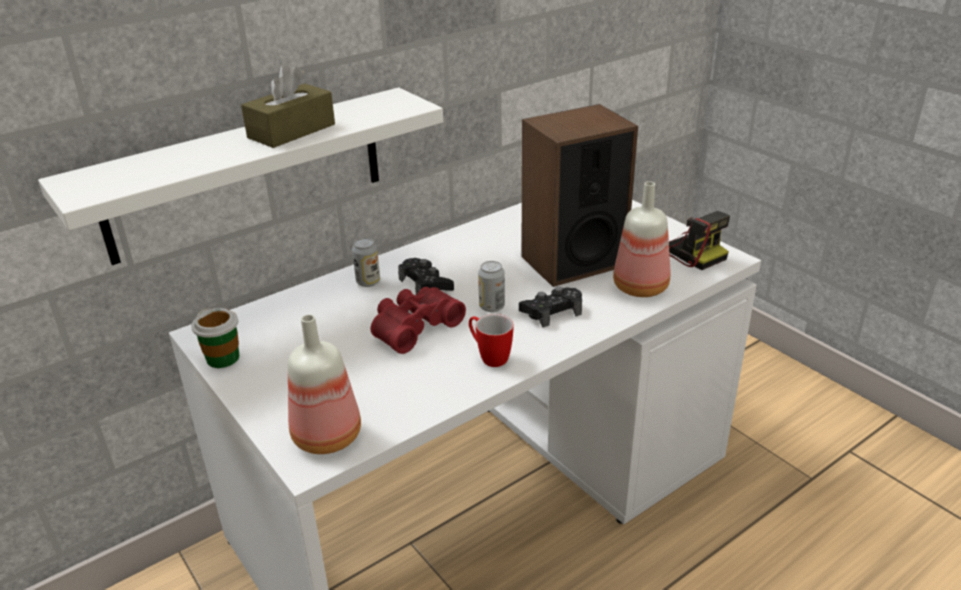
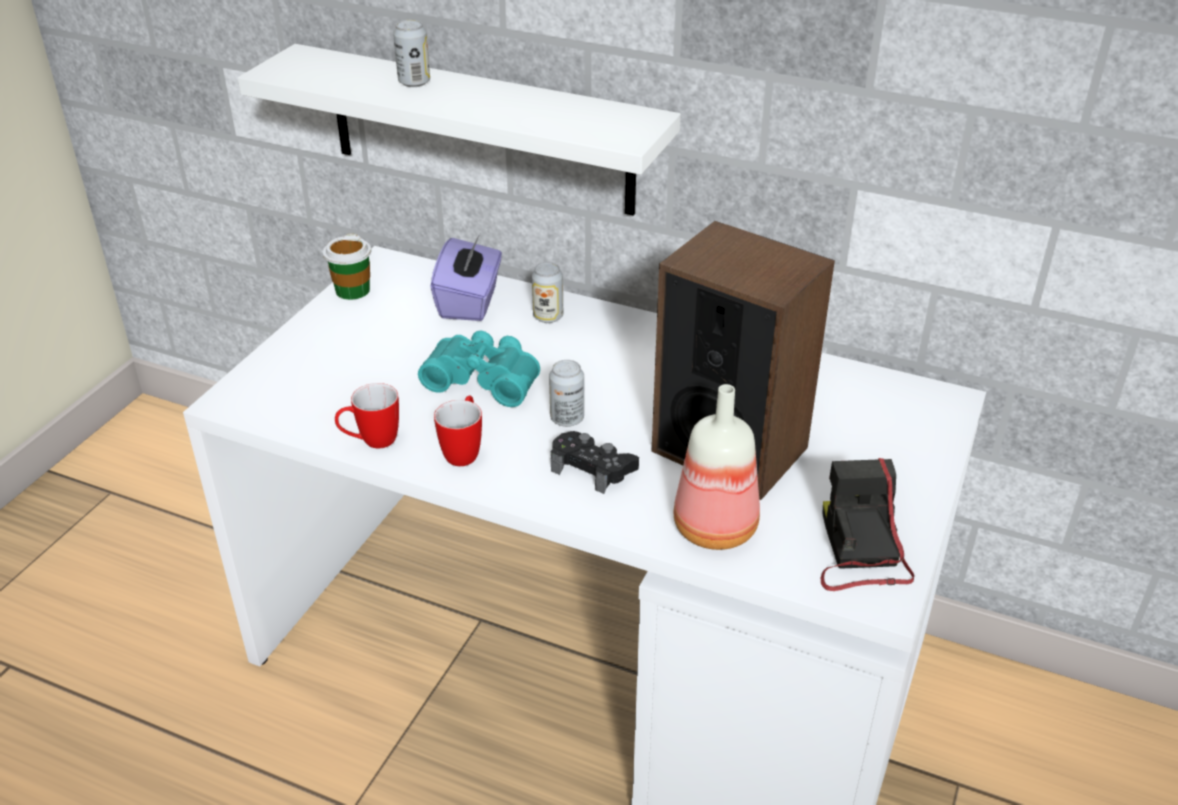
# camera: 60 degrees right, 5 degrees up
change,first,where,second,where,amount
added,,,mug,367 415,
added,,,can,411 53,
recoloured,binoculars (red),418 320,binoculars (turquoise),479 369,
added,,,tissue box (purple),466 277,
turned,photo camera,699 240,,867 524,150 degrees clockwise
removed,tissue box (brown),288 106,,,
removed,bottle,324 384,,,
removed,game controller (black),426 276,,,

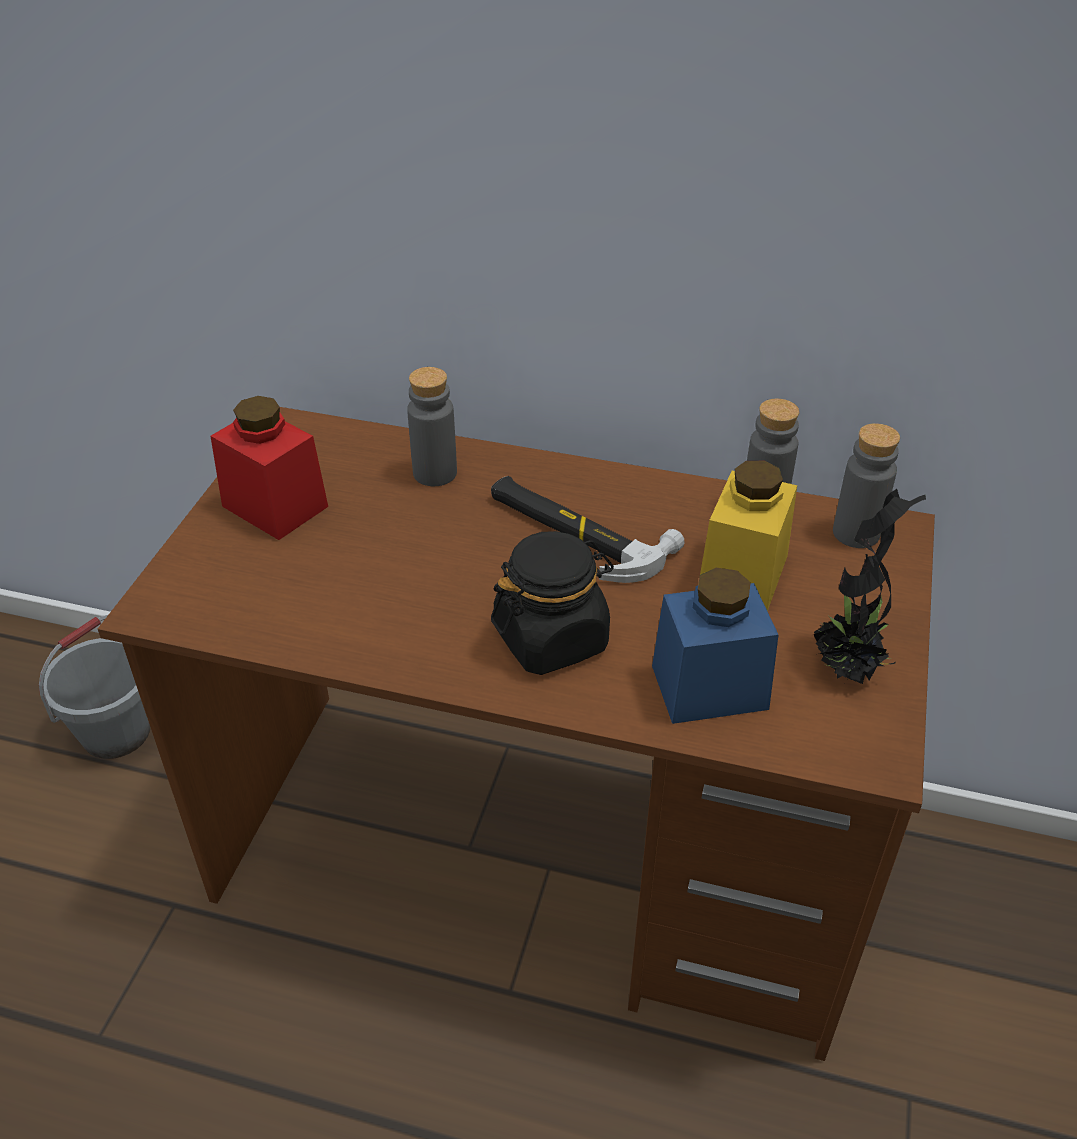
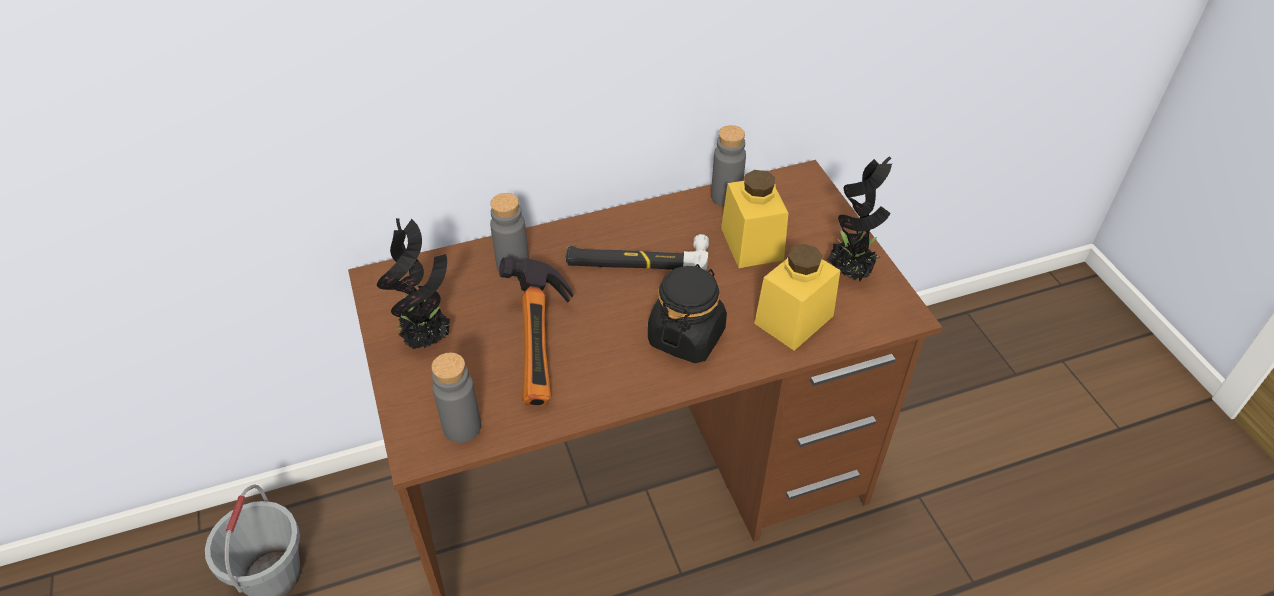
# camera: 35 degrees left, 5 degrees up
change,first,where,second,where,amount
replaced,jar (red),269 468,potted plant,413 283,
moved,bottle (grey),866 485,,456 398,
added,,,hammer,536 331,
recoloured,jar (blue),715 646,jar (yellow),797 297,

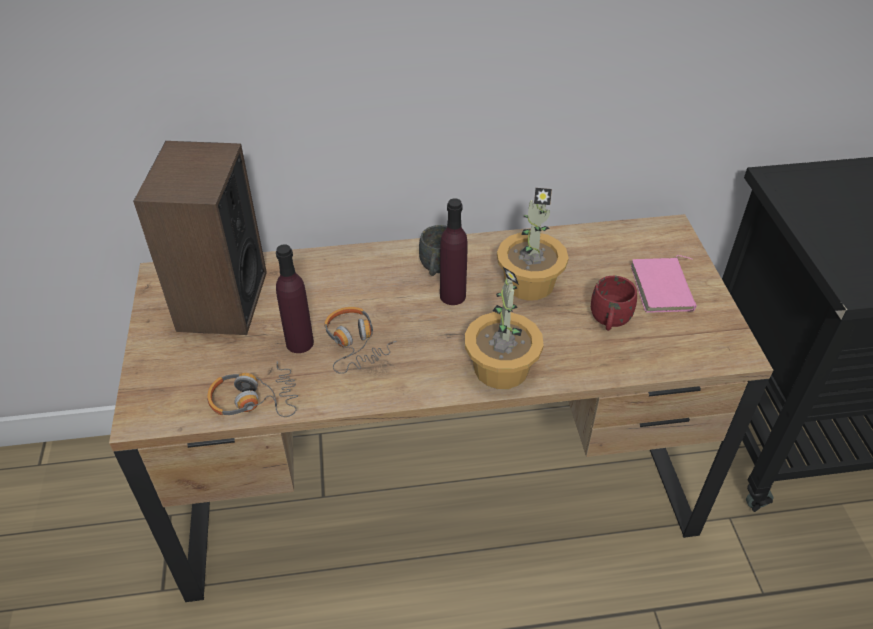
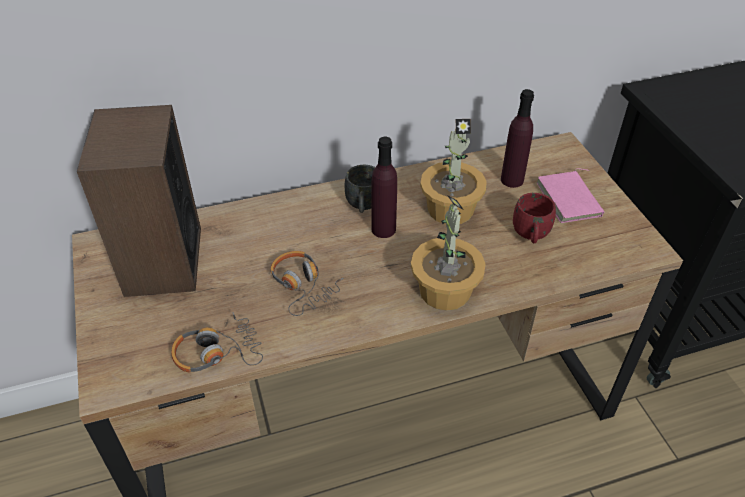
# camera: 10 degrees left, 0 degrees up
change,first,where,second,where,amount
moved,bottle (purple),295 298,,517 138,

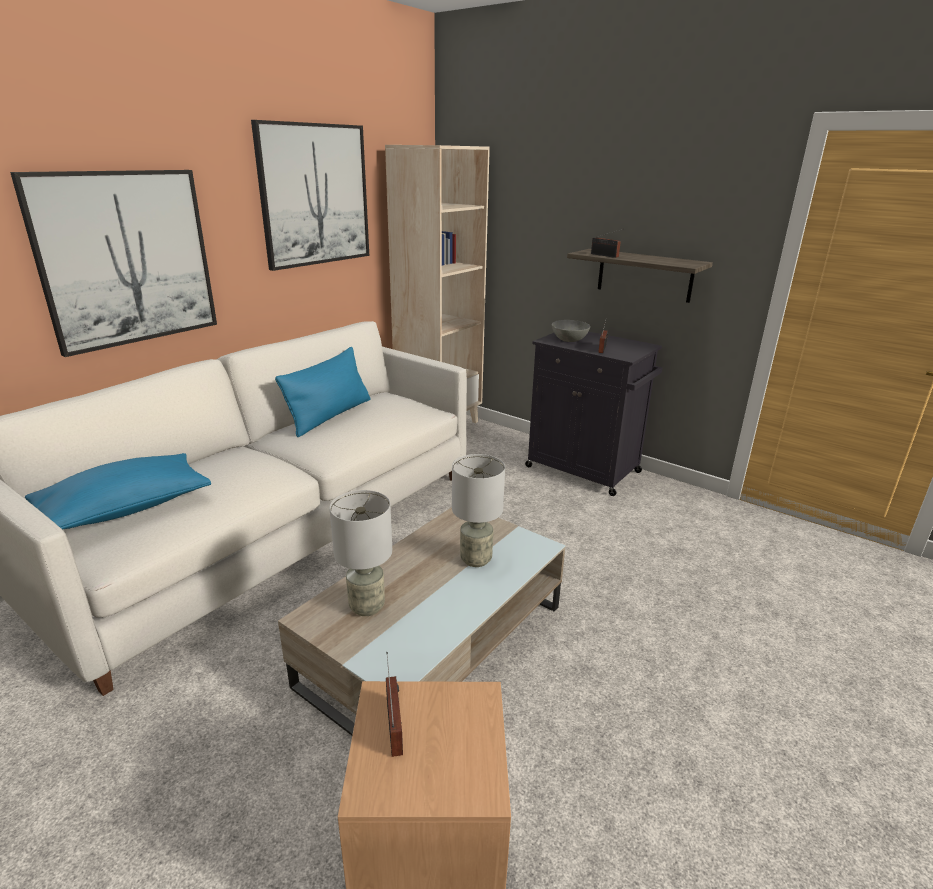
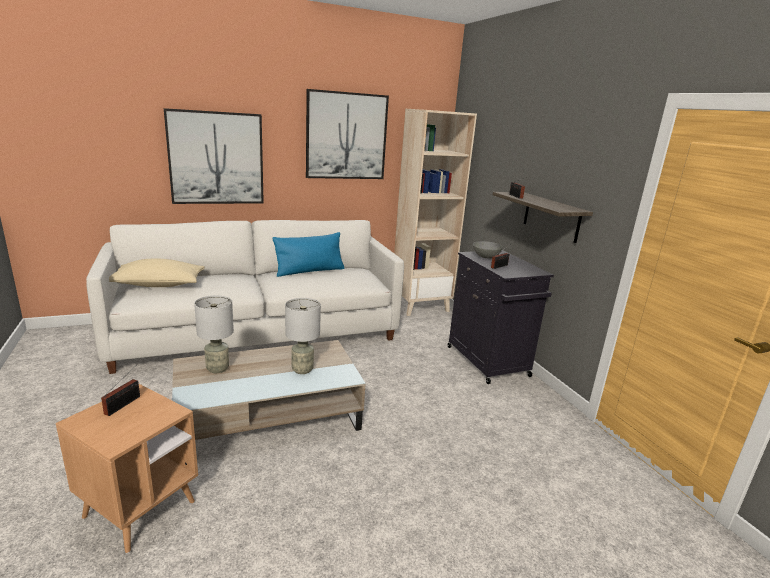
# camera: 30 degrees right, 5 degrees down
change,first,where,second,where,amount
recoloured,pillow (blue),118 491,pillow (beige),157 272,

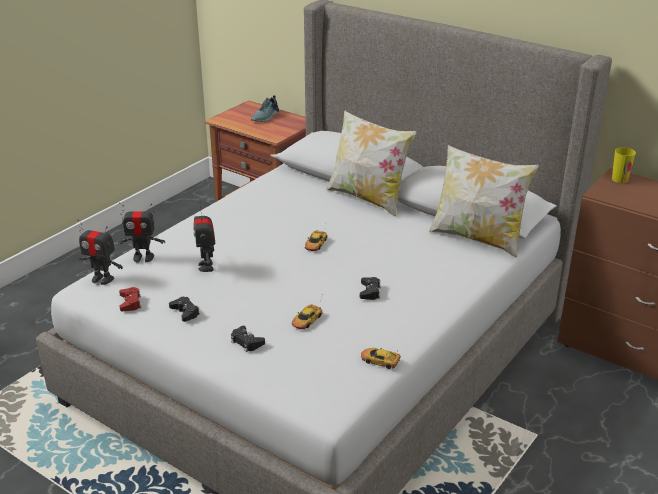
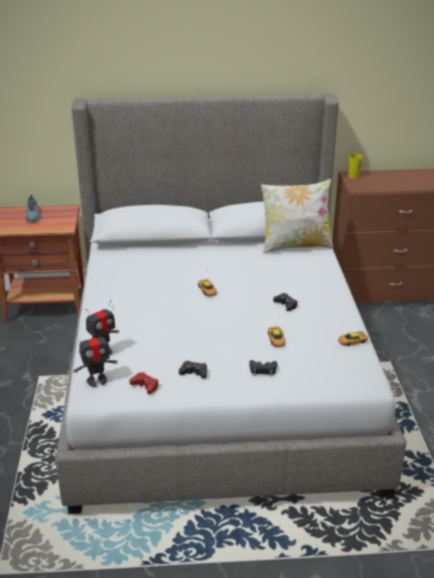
# camera: 40 degrees left, 0 degrees up
change,first,where,second,where,amount
removed,toy robot,204 237,,,
removed,pillow,371 163,,,

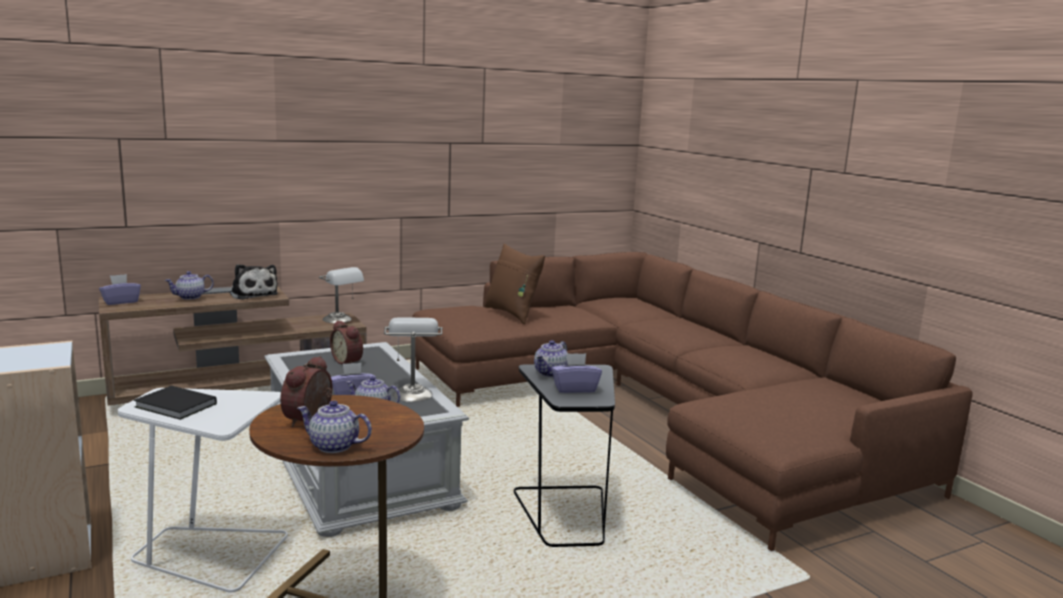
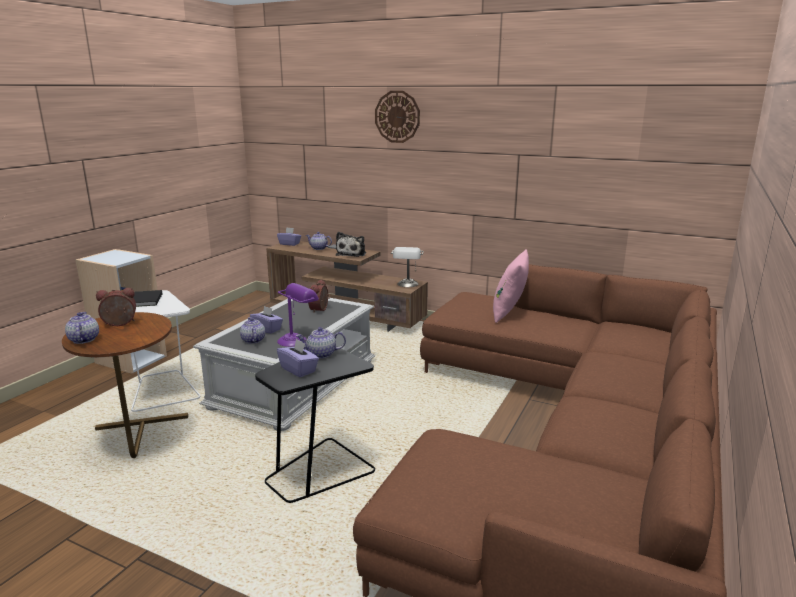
# camera: 55 degrees right, 5 degrees up
change,first,where,second,where,amount
recoloured,table lamp (white),413 360,table lamp (purple),298 315,
added,,,wall clock,397 117,
recoloured,pillow (brown),515 284,pillow (pink),511 286,

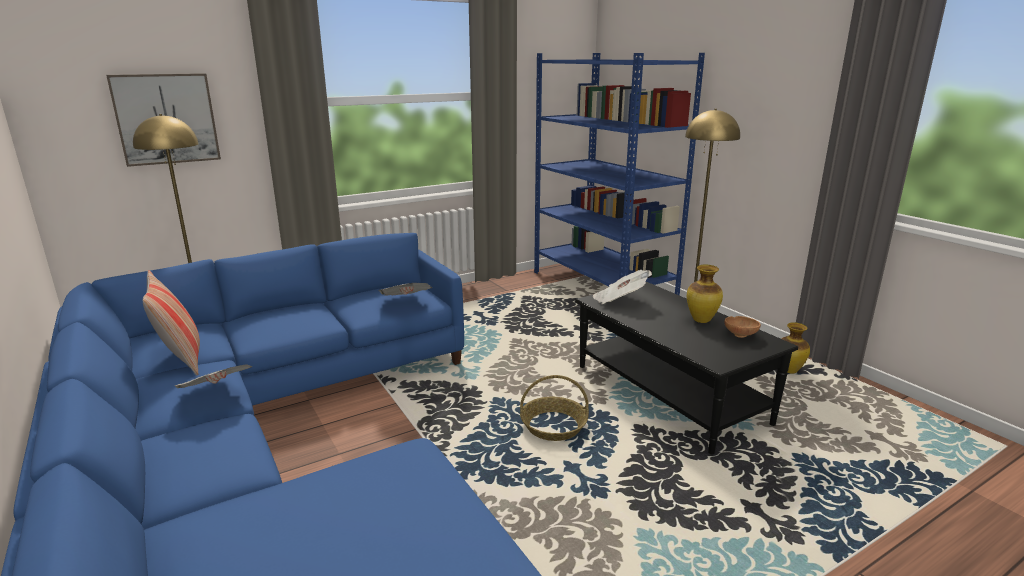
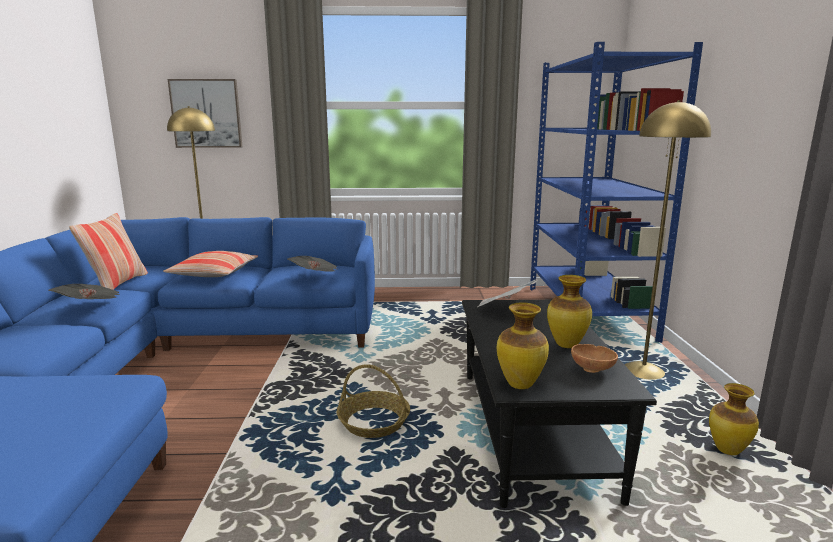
# camera: 30 degrees right, 5 degrees down
change,first,where,second,where,amount
added,,,pillow,210 264,
added,,,vase,523 345,

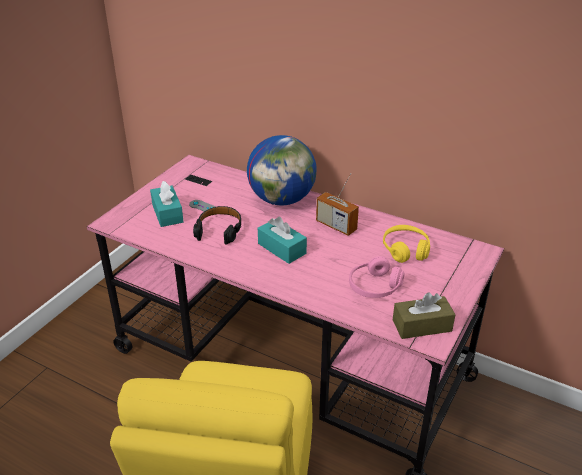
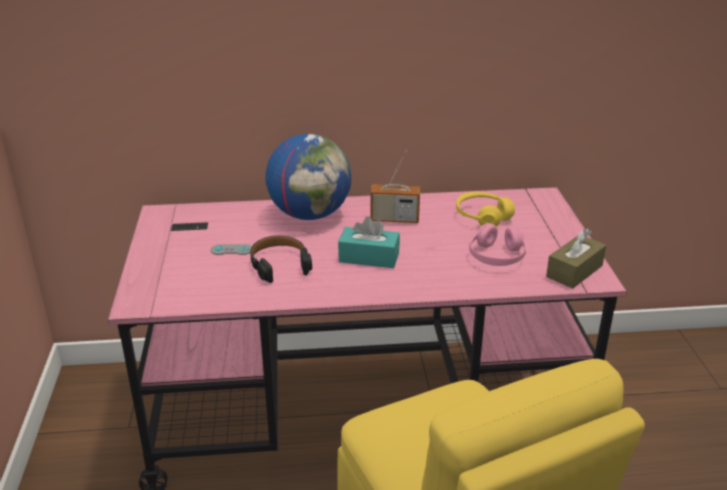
# camera: 35 degrees left, 5 degrees down
change,first,where,second,where,amount
removed,tissue box (turquoise),167 204,,,

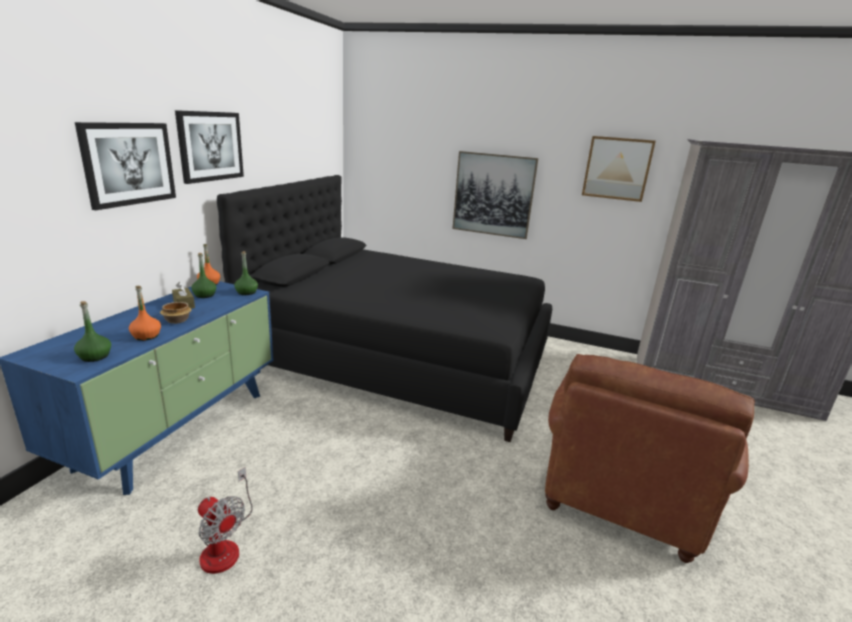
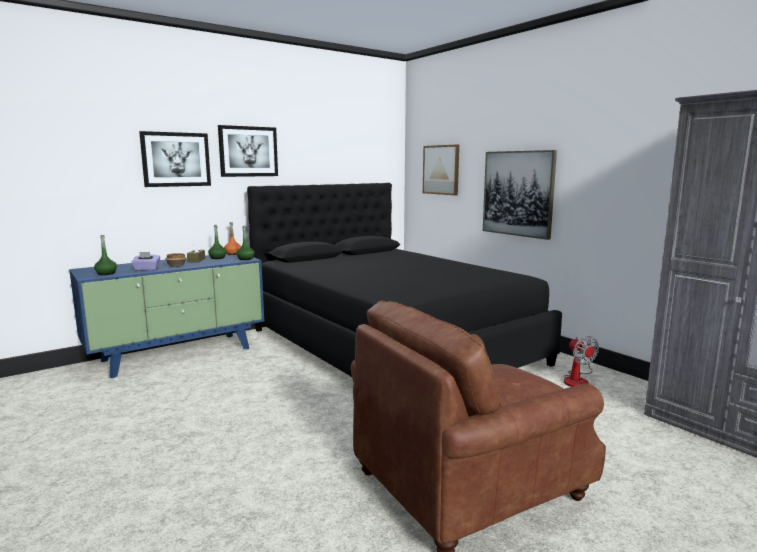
# camera: 35 degrees right, 10 degrees down
change,first,where,second,where,amount
replaced,bottle (orange),145 313,tissue box (purple),146 261,
moved,picture,619 169,,441 170,
moved,fan,225 520,,581 361,

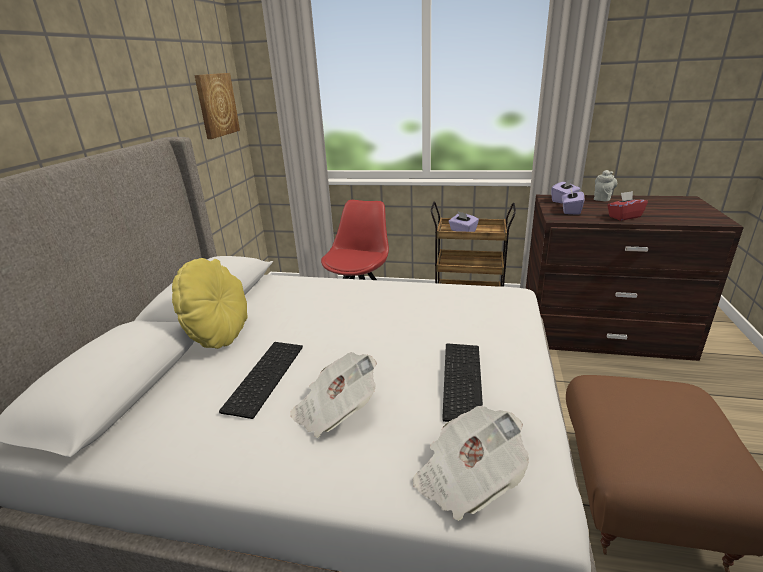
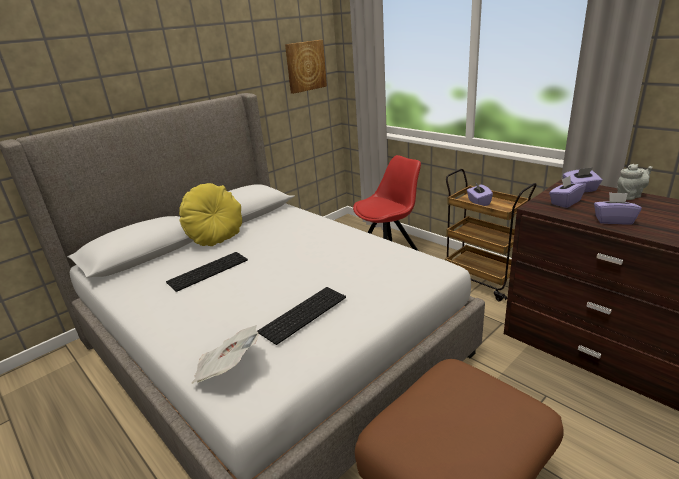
# camera: 35 degrees right, 0 degrees up
change,first,where,second,where,amount
recoloured,tissue box (red),627 206,tissue box (purple),618 208,
removed,newspaper,333 395,,,

